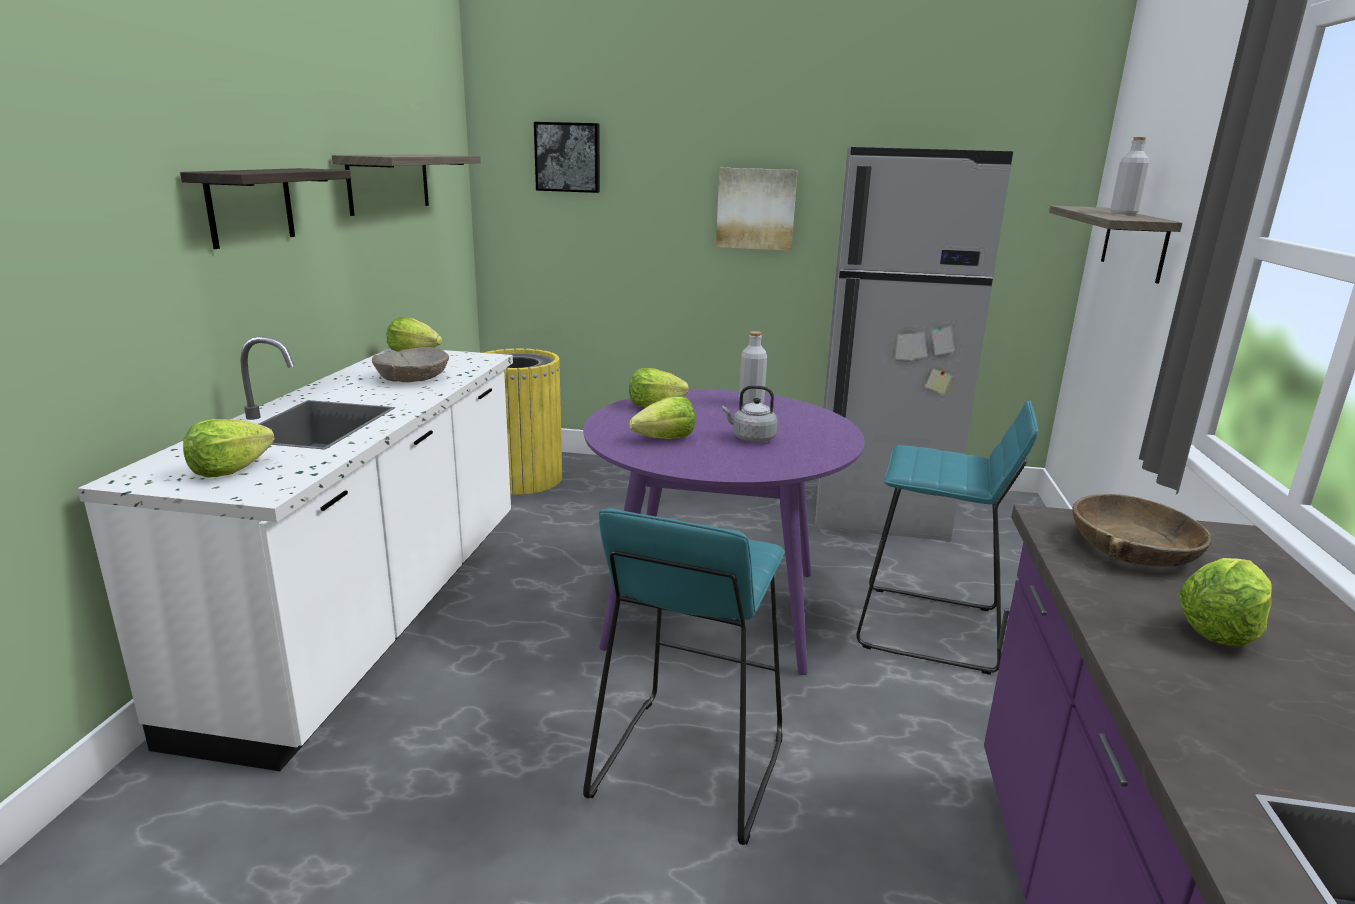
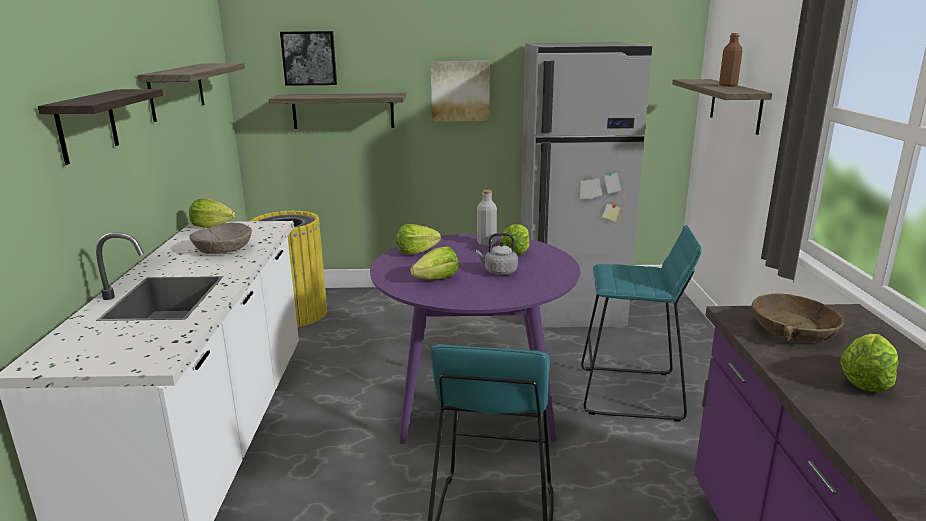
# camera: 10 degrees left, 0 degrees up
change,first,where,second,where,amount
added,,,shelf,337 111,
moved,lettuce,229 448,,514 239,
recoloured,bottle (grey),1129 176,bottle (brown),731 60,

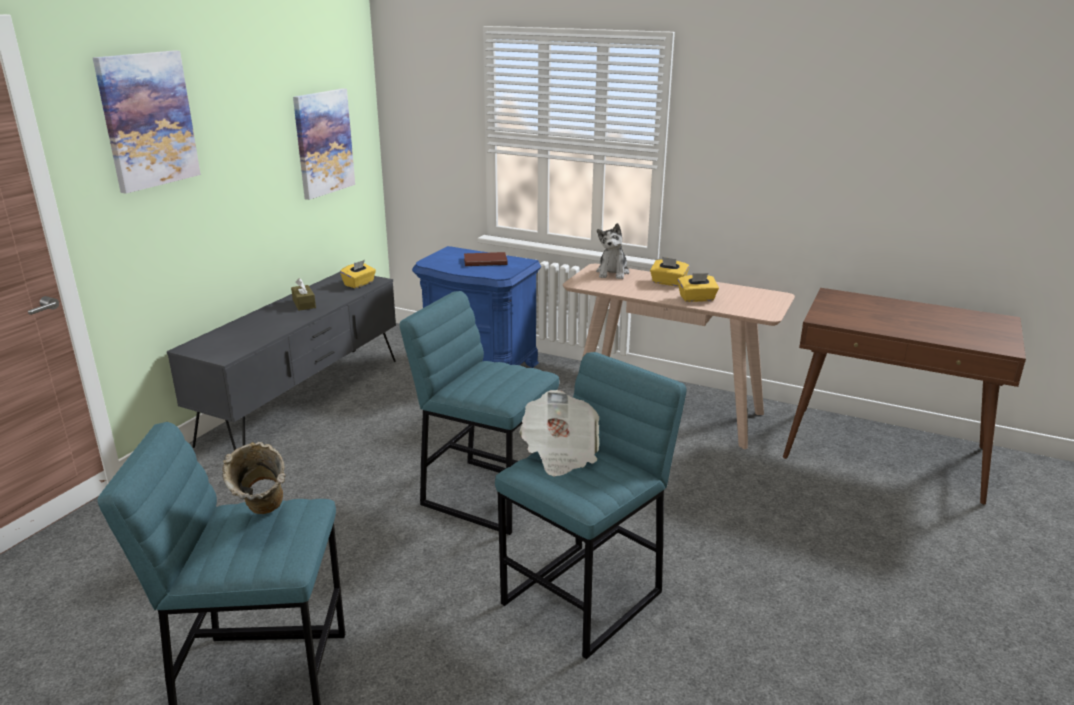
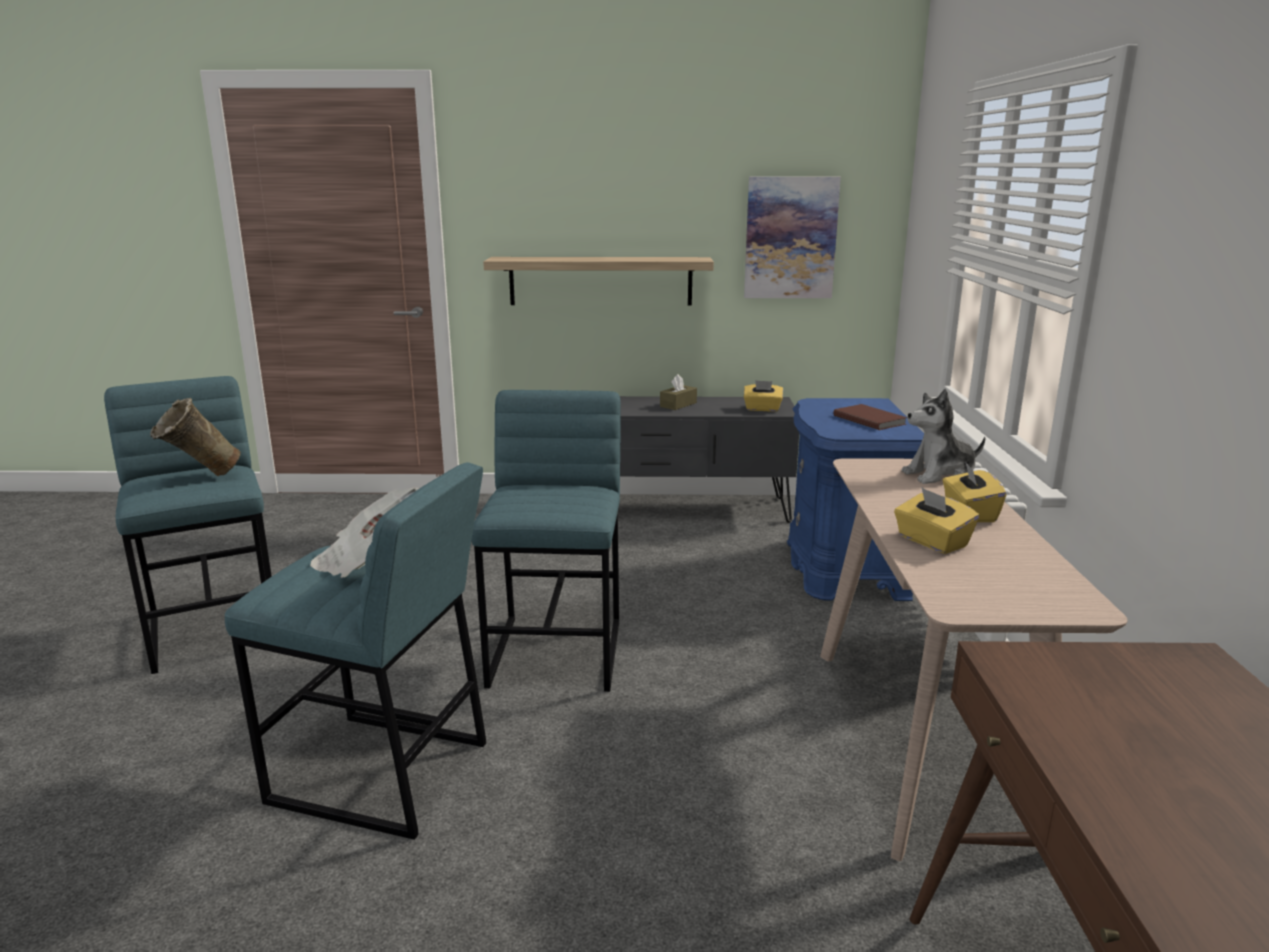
# camera: 65 degrees right, 5 degrees down
change,first,where,second,where,amount
added,,,shelf,598 281,
removed,picture,147 122,,,

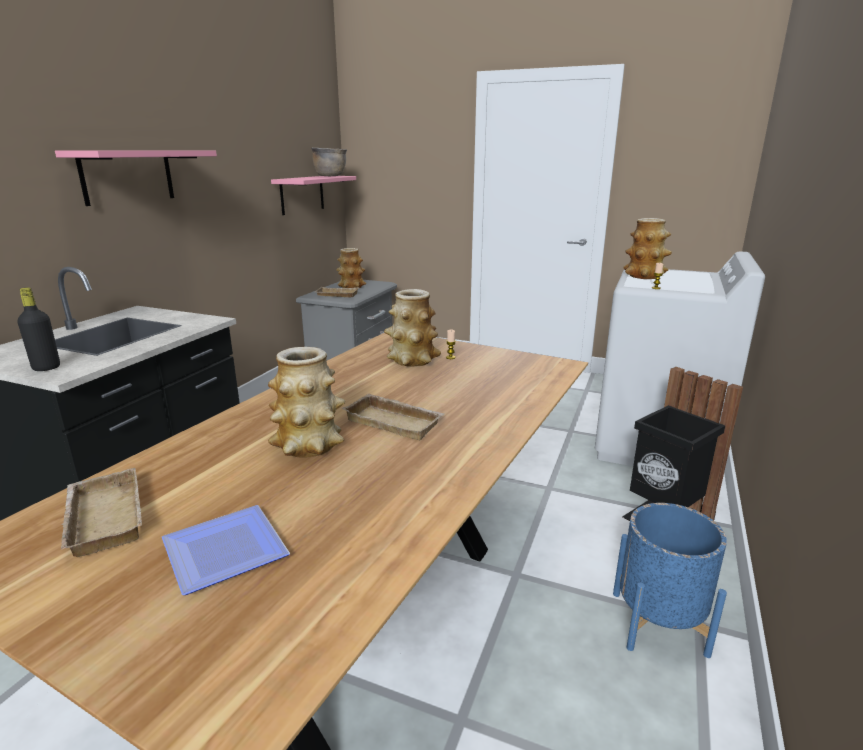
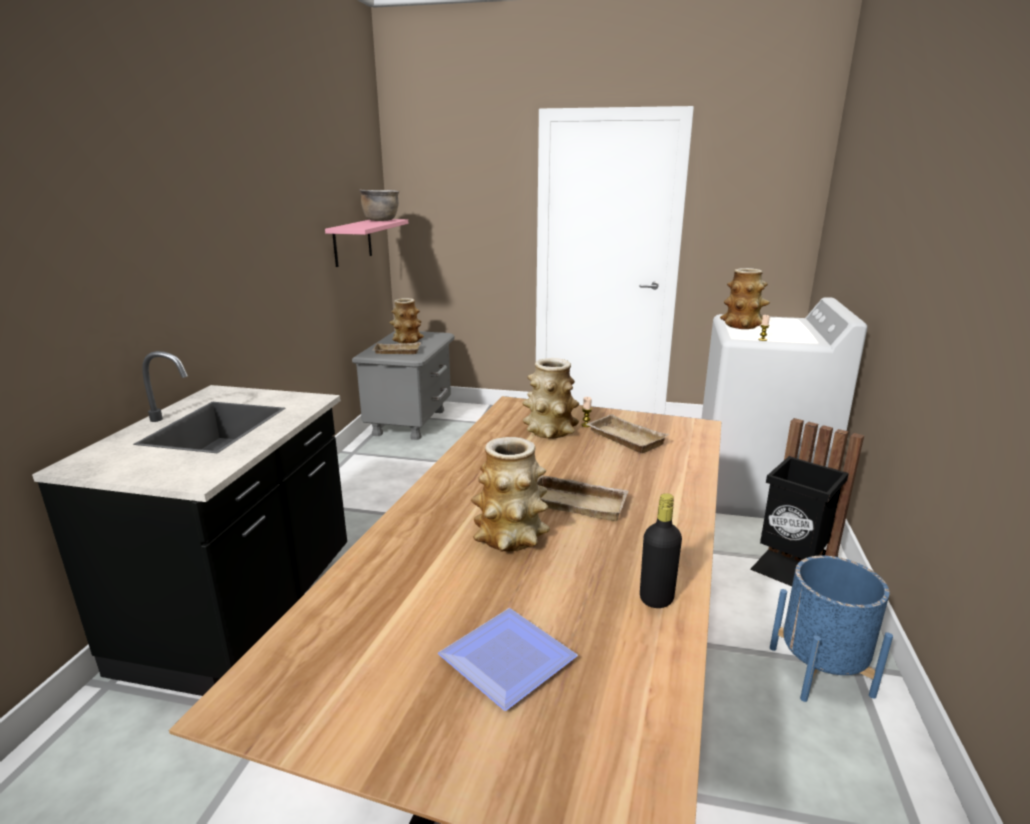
# camera: 10 degrees left, 0 degrees up
change,first,where,second,where,amount
moved,tray (beige),101 512,,627 433,
moved,bottle (black),38 329,,661 550,
removed,shelf (pink),136 178,,,

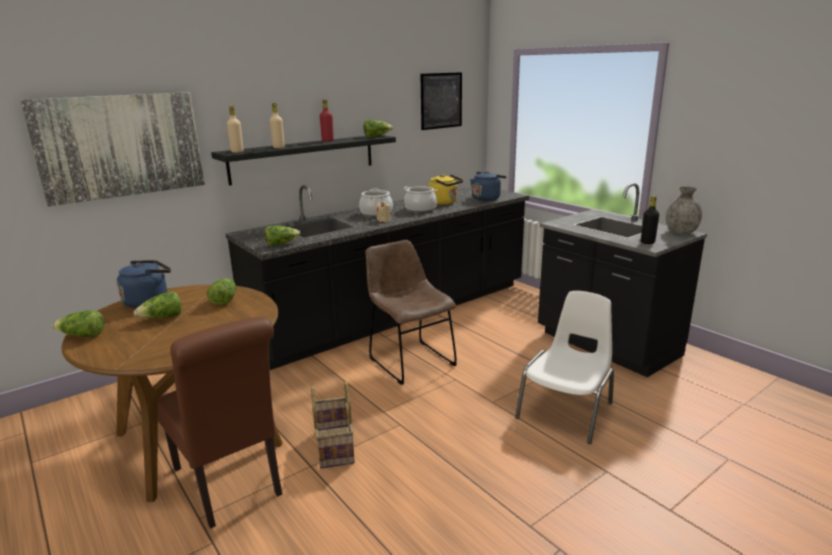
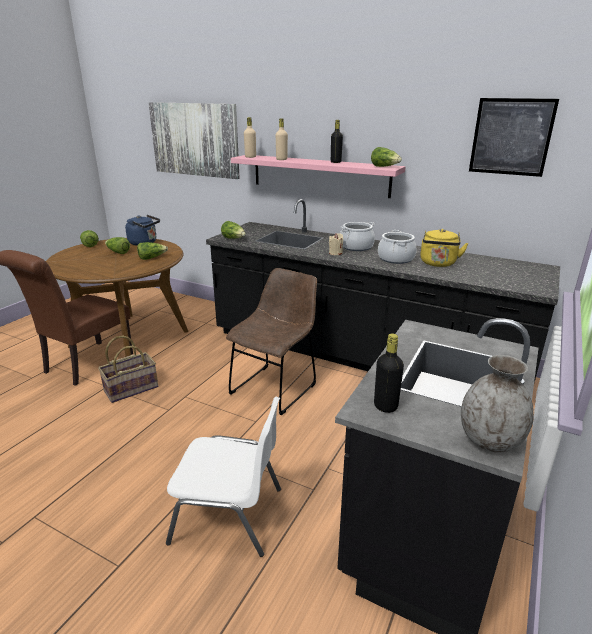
# camera: 65 degrees right, 5 degrees up
change,first,where,second,where,amount
recoloured,shelf (black),303 160,shelf (pink),318 176,
recoloured,bottle (red),327 120,bottle (black),337 141,
removed,kettle (blue),488 186,,,

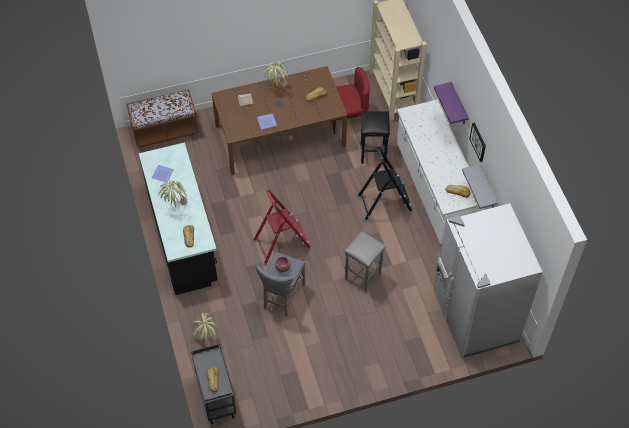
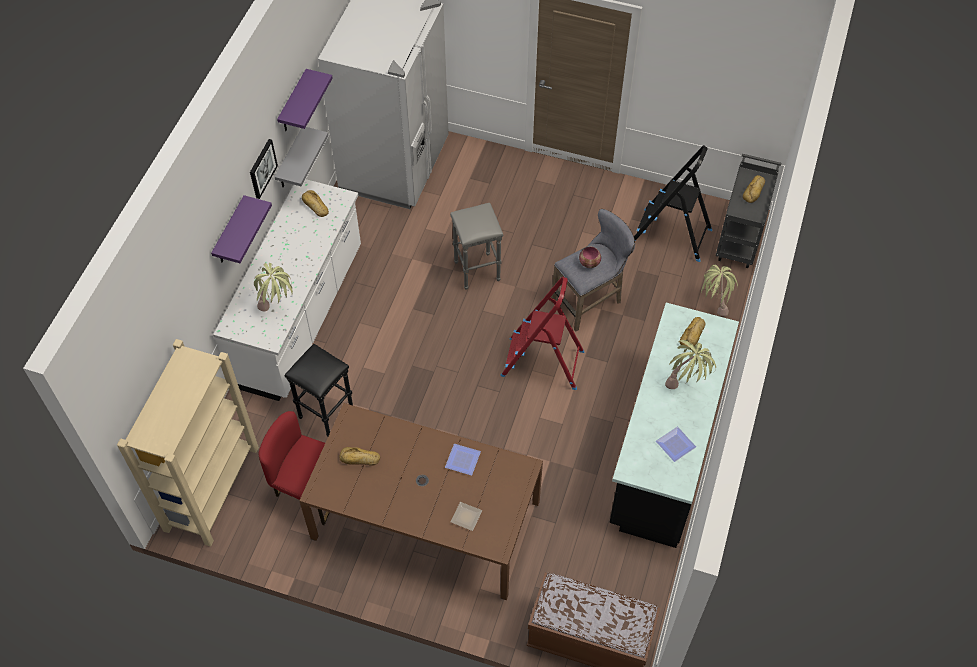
# camera: 145 degrees left, 0 degrees up
change,first,where,second,where,amount
moved,potted plant,275 74,,273 287,
added,,,shelf (purple),305 100,
moved,step ladder (black),385 183,,673 203,

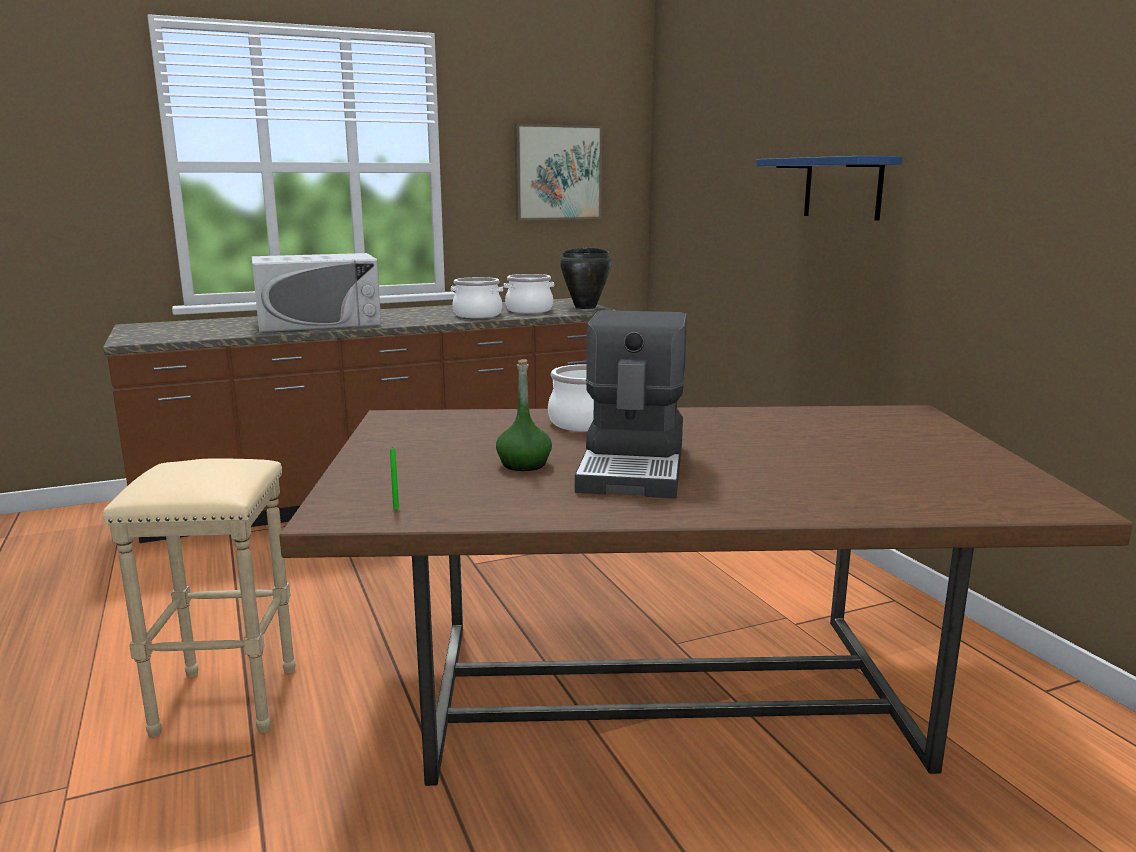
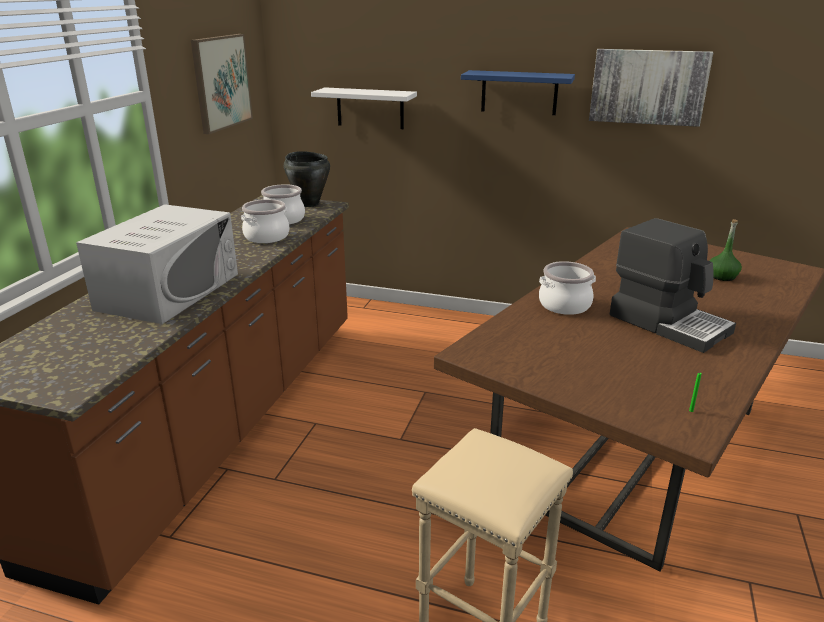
# camera: 50 degrees left, 10 degrees up
change,first,where,second,where,amount
added,,,shelf (white),364 108,
added,,,picture,651 88,
moved,bottle (green),524 415,,726 250,

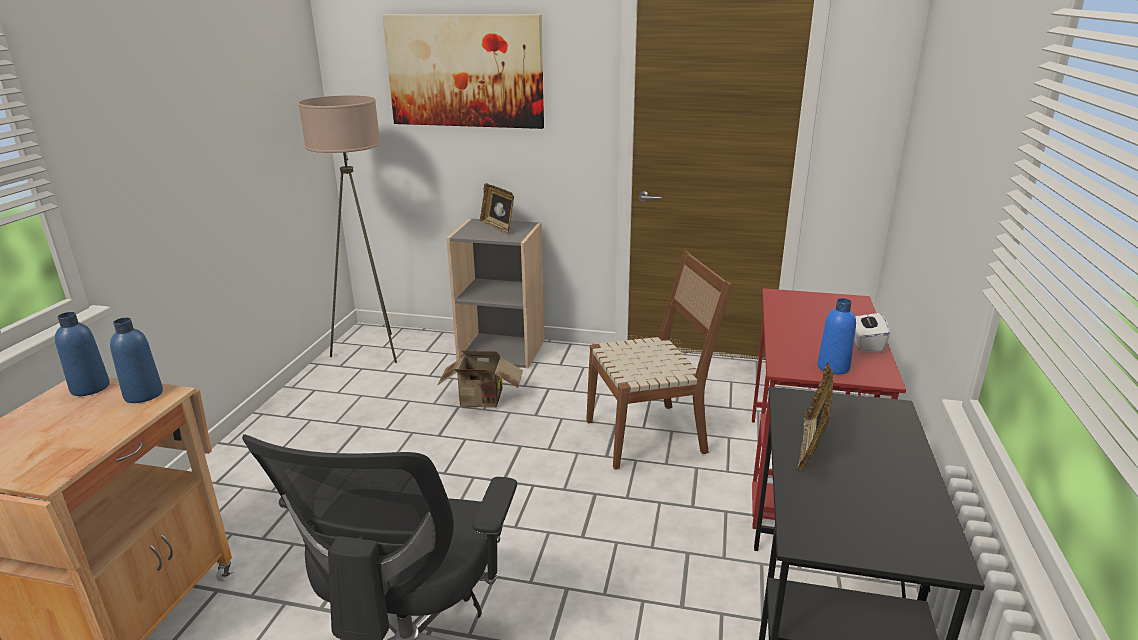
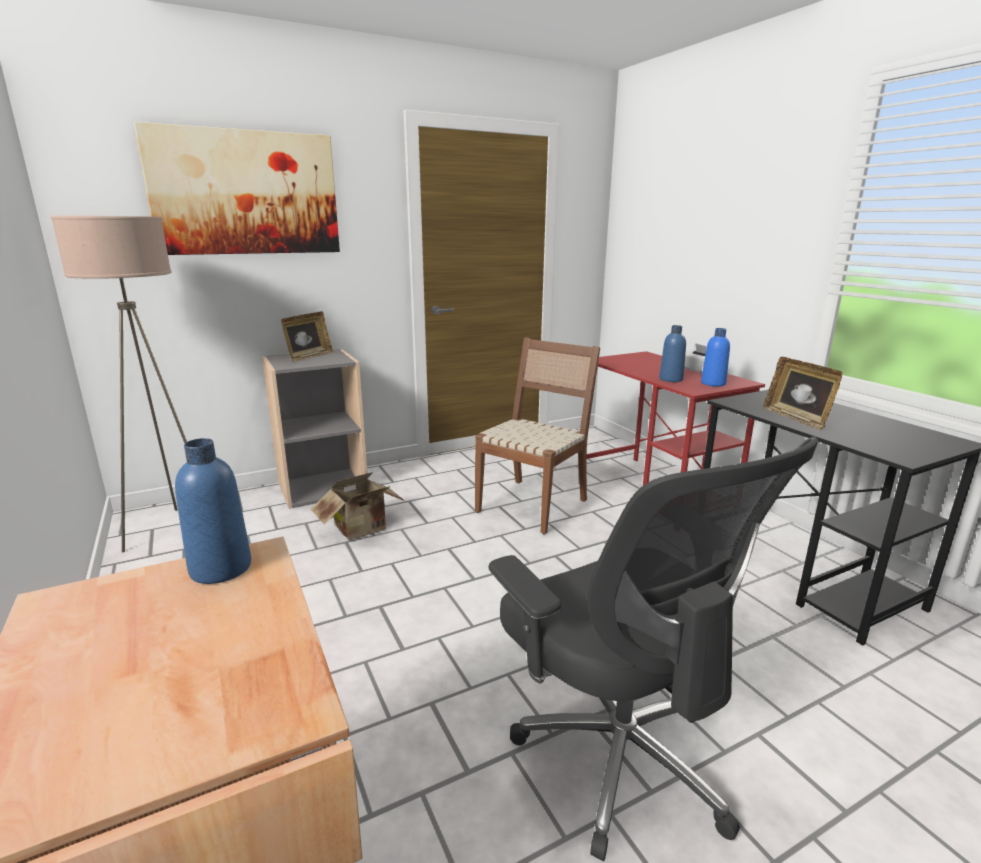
# camera: 40 degrees left, 5 degrees down
change,first,where,second,where,amount
turned,picture frame,497 208,,307 336,75 degrees counterclockwise
moved,bottle (blue),82 354,,672 353,

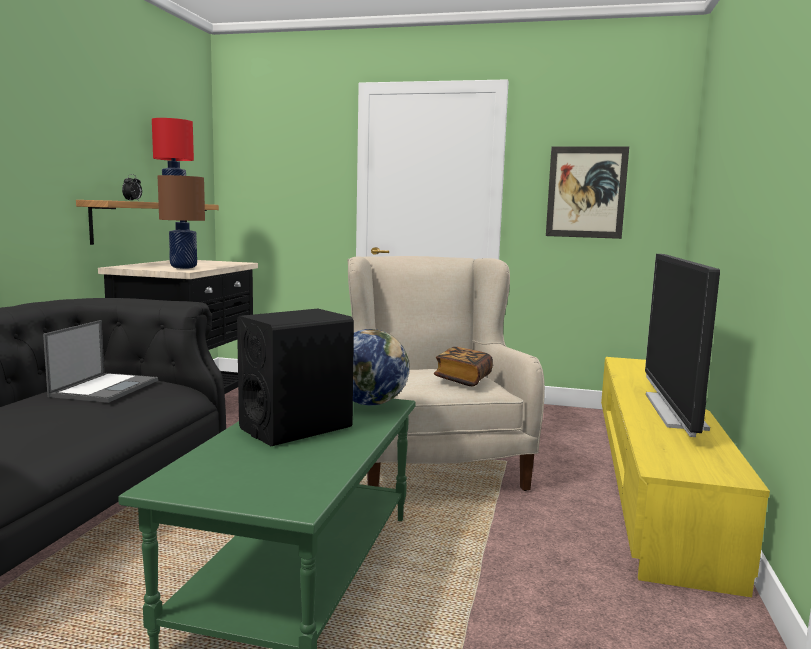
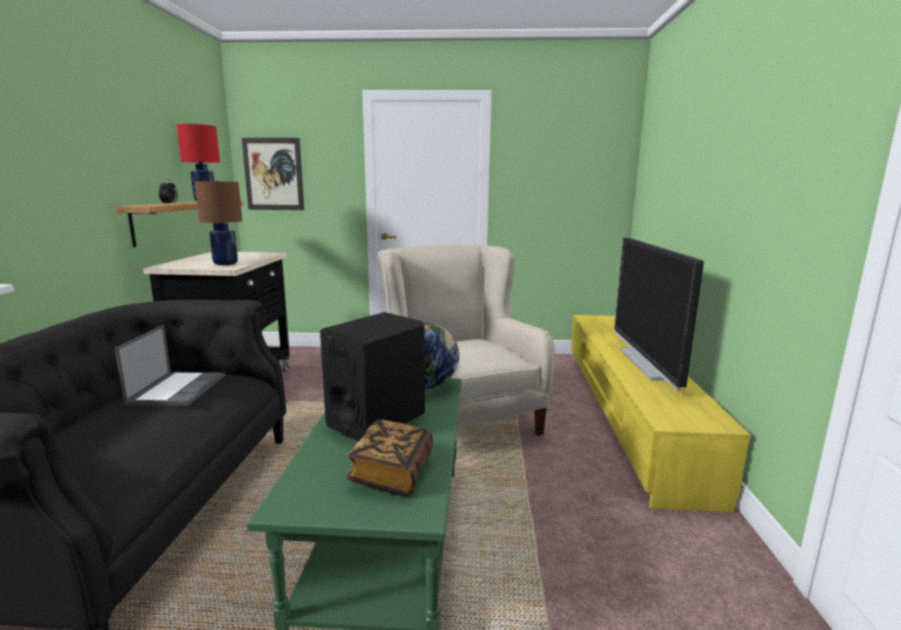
# camera: 10 degrees left, 5 degrees up
change,first,where,second,where,amount
moved,picture,587 192,,273 174,
moved,book,463 366,,389 457,

